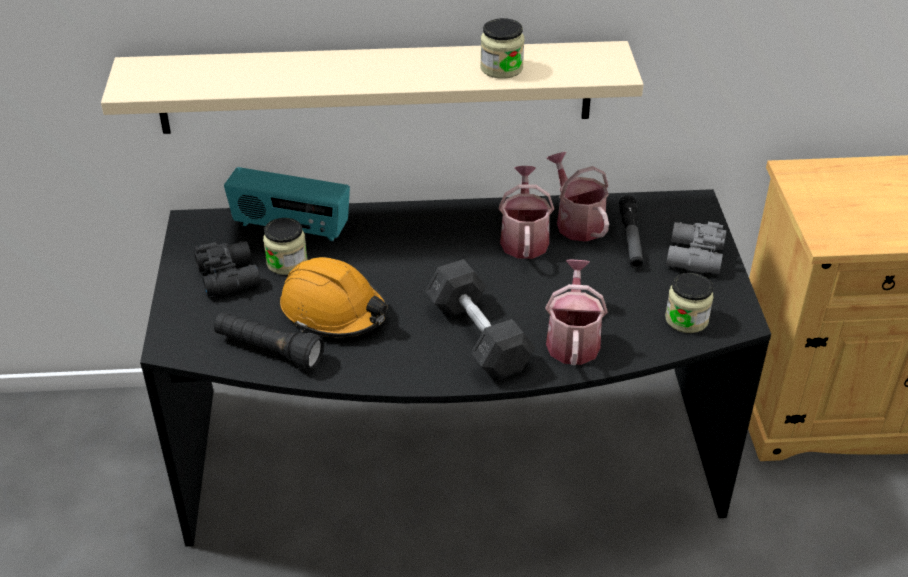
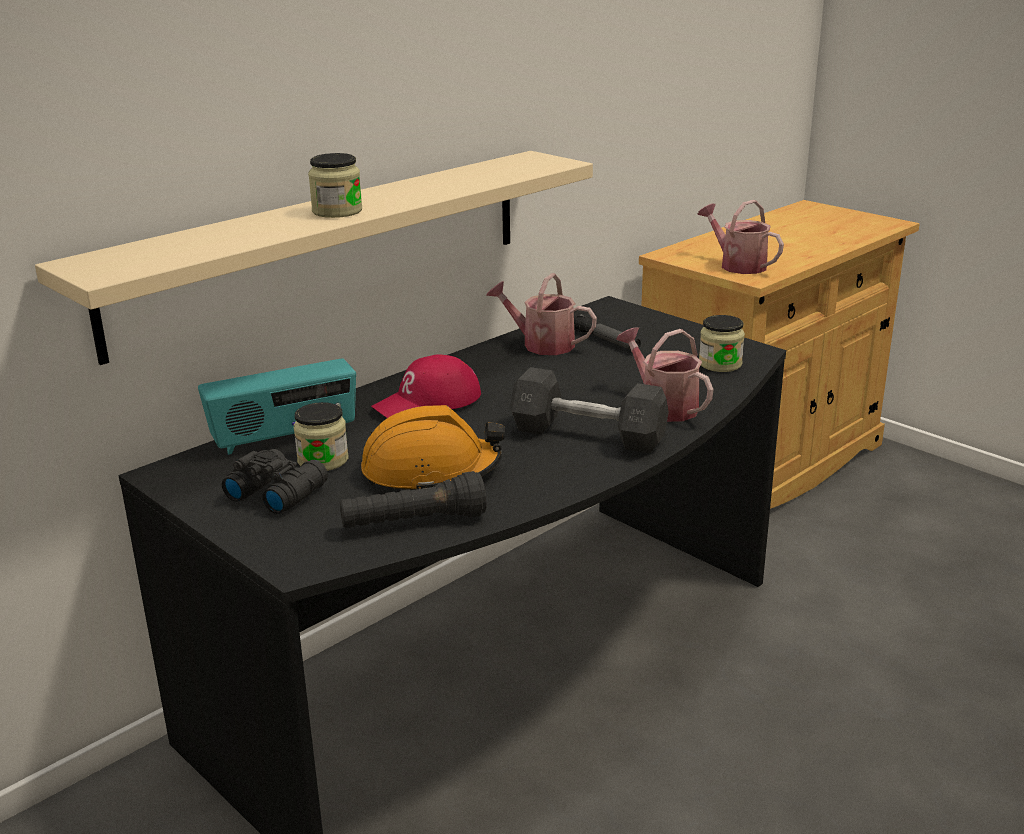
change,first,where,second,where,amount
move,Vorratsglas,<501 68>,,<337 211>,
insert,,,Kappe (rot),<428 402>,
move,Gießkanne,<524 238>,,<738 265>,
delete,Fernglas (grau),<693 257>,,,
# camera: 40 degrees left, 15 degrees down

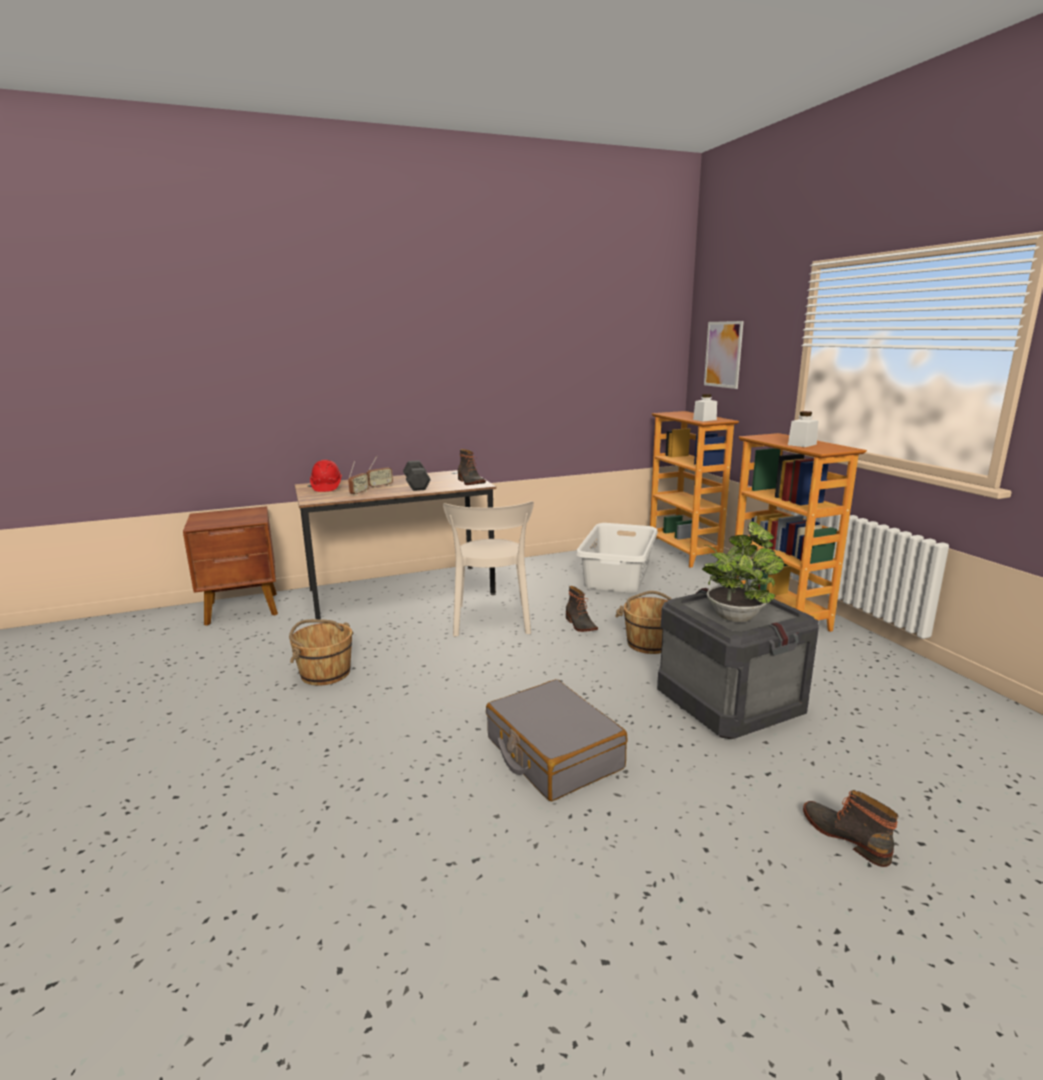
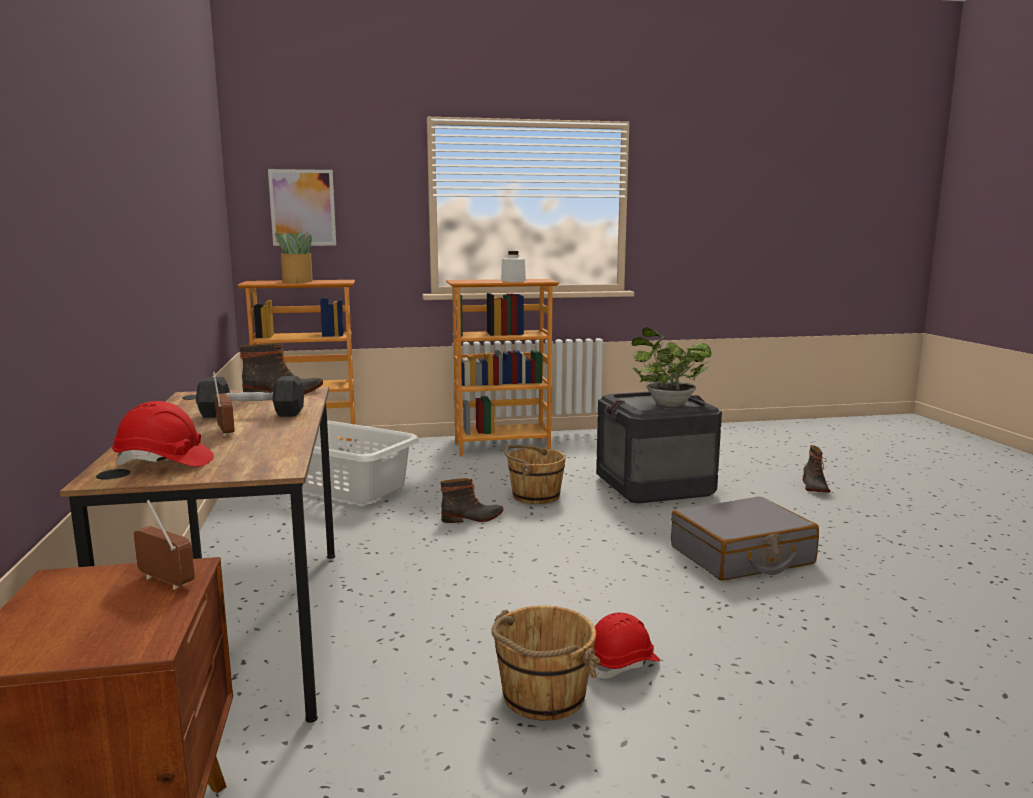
change,first,where,second,where,amount
move,Radio,<359 493>,,<165 581>,
insert,,,Topfpflanze,<296 281>,
insert,,,Schutzhelm (rot),<622 664>,
rotate,Stiefel,<846 836>,,<814 487>,60 degrees counterclockwise
delete,Stuhl (beige),<492 622>,,,
delete,Vorratsglas (weiß),<704 420>,,,
# camera: 80 degrees left, 5 degrees down

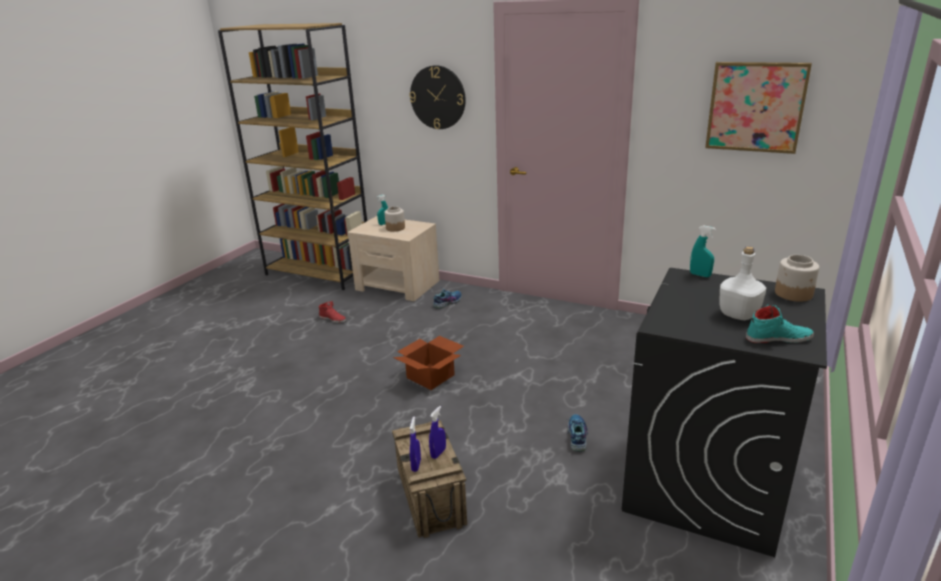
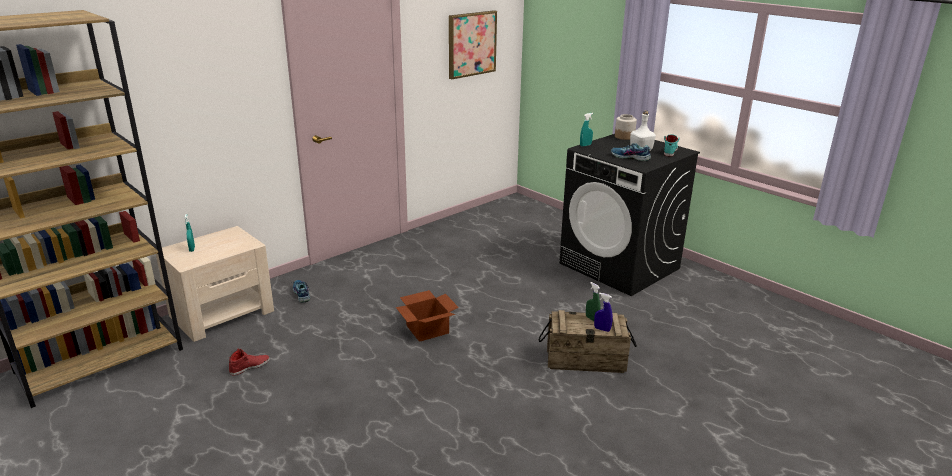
change,first,where,second,where,amount
recolor,Sprühflasche (blau),<438 453>,Sprühflasche (grün),<592 319>,
move,Schuh,<576 436>,,<630 157>,
delete,Vorratsglas,<395 228>,,,
delete,Wanduhr,<438 97>,,,
# camera: 70 degrees left, 0 degrees up

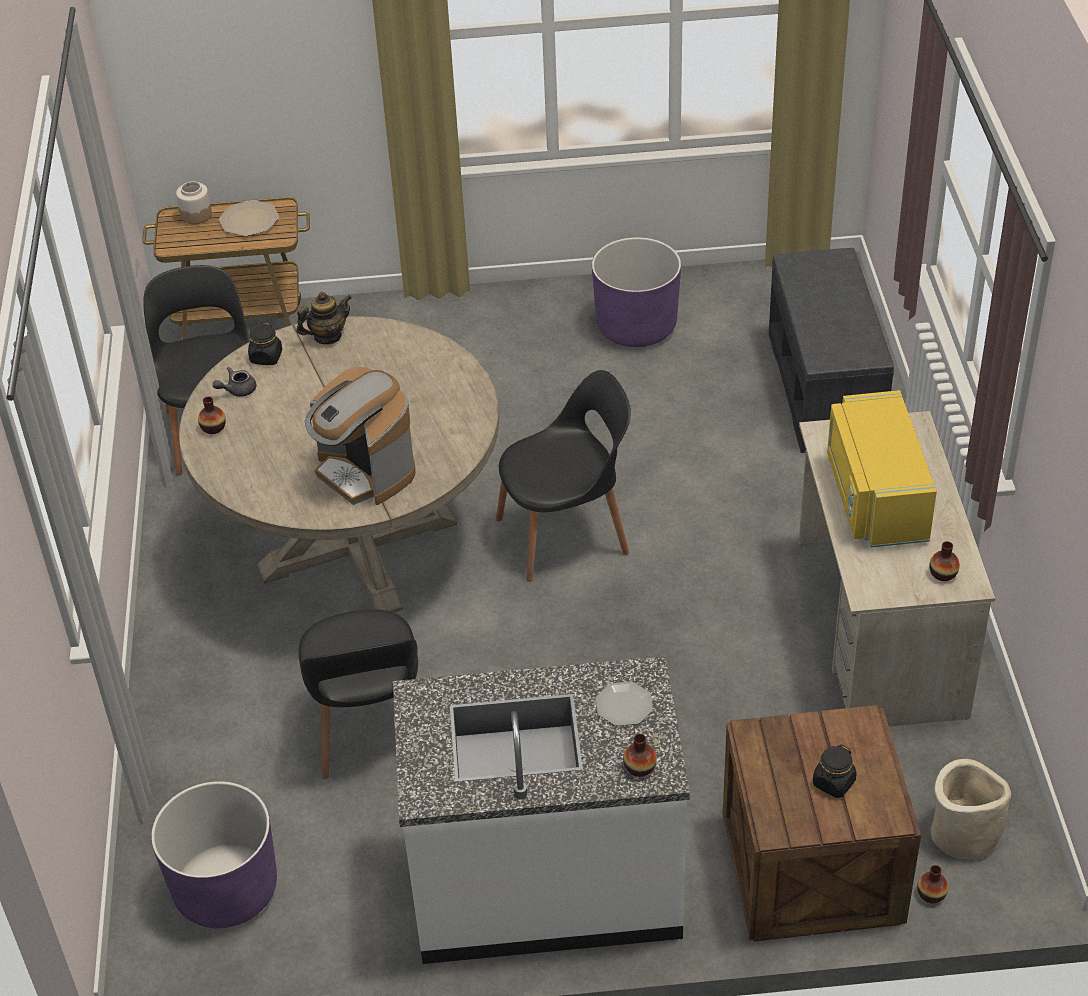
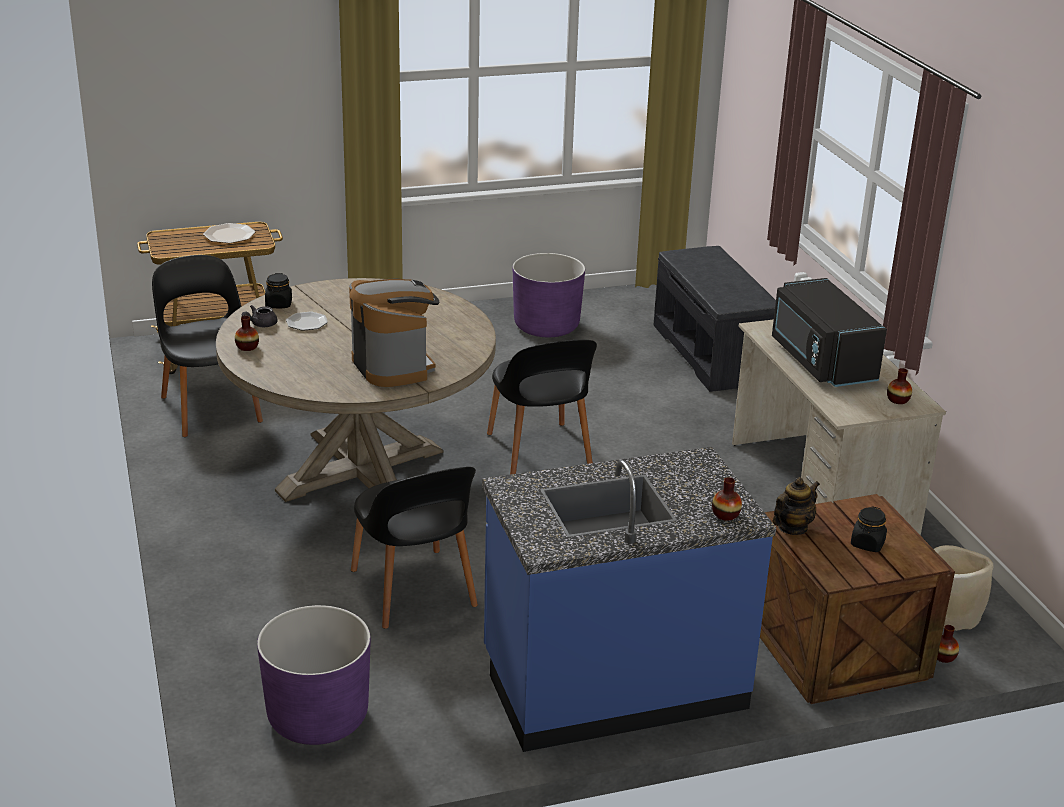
change,first,where,second,where,amount
move,Teller,<624 706>,,<307 323>,
rotate,Kaffeemaschine,<365 472>,,<393 366>,150 degrees counterclockwise
recolor,Küchenzeile (weiß),<545 884>,Küchenzeile (blau),<613 683>,
rotate,Stuhl (schwarz),<566 534>,,<539 452>,105 degrees clockwise
recolor,Mikrowelle (gelb),<874 497>,Mikrowelle (schwarz),<820 361>,
move,Teekanne,<327 336>,,<792 528>,
delete,Vorratsglas,<196 215>,,,
# camera: 15 degrees left, 15 degrees down

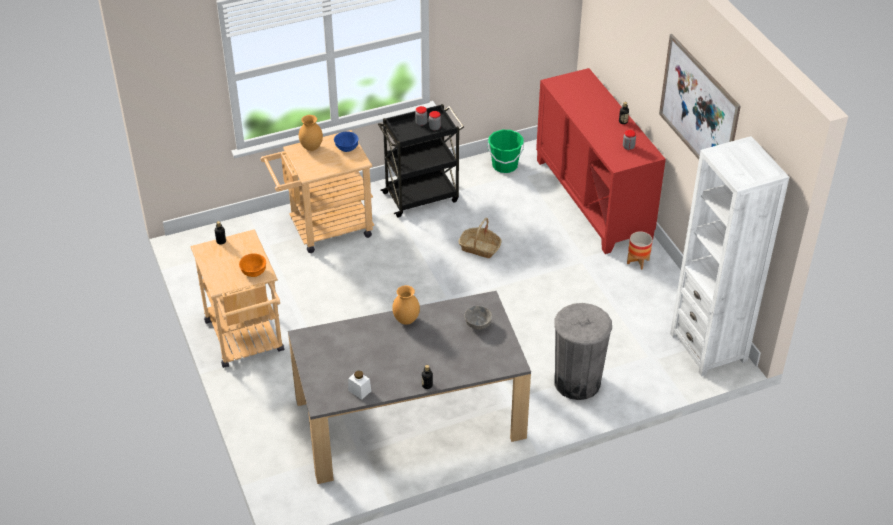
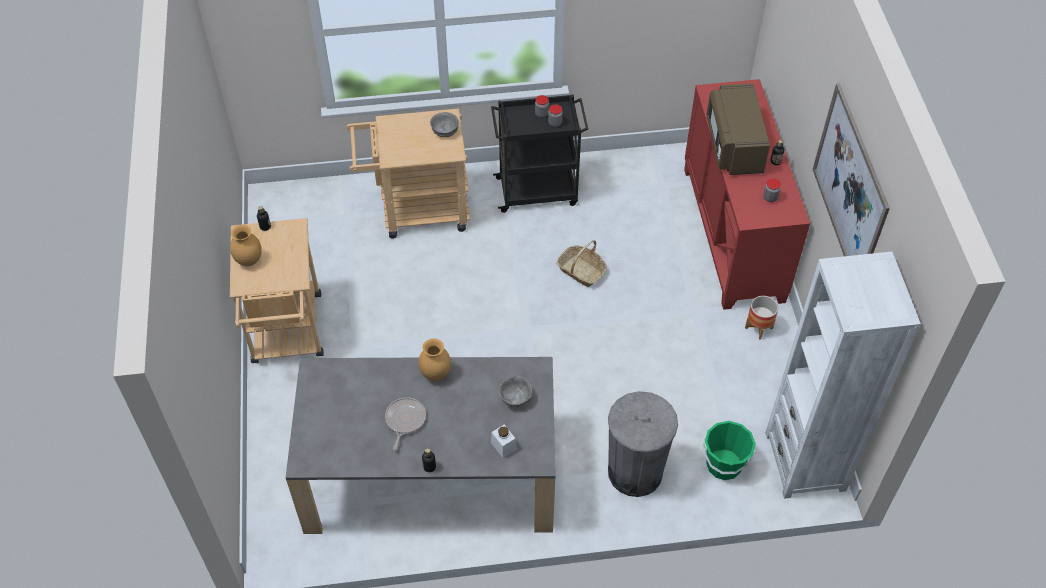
change,first,where,second,where,amount
move,Vase (braun),<311 148>,,<249 261>,
insert,,,Pfanne,<404 420>,
recolor,Schüssel (blau),<347 147>,Schüssel (grau),<445 131>,
move,Vorratsglas (weiß),<359 391>,,<503 446>,
move,Eimer (grün),<504 165>,,<724 465>,
insert,,,Mikrowelle (braun),<734 145>,
delete,Schüssel (orange),<254 272>,,,
# camera: 15 degrees right, 10 degrees up

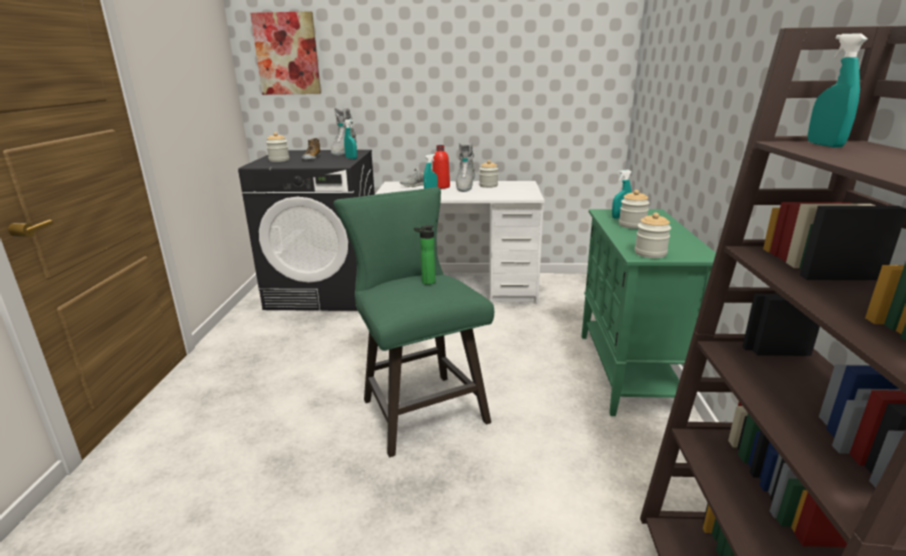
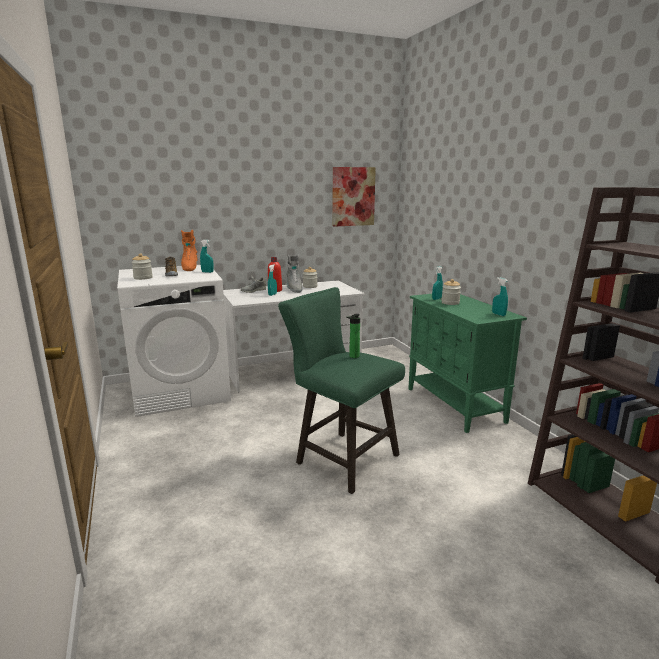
change,first,where,second,where,amount
recolor,Waschmaschine (schwarz),<326 290>,Waschmaschine (weiß),<181 391>,
recolor,Stiefel (grau),<343 153>,Stiefel (orange),<189 268>,
move,Bild,<287 54>,,<353 196>,
move,Sprühflasche (türkis),<824 145>,,<498 314>,
delete,Vorratsglas,<650 253>,,,
# camera: 25 degrees left, 5 degrees down

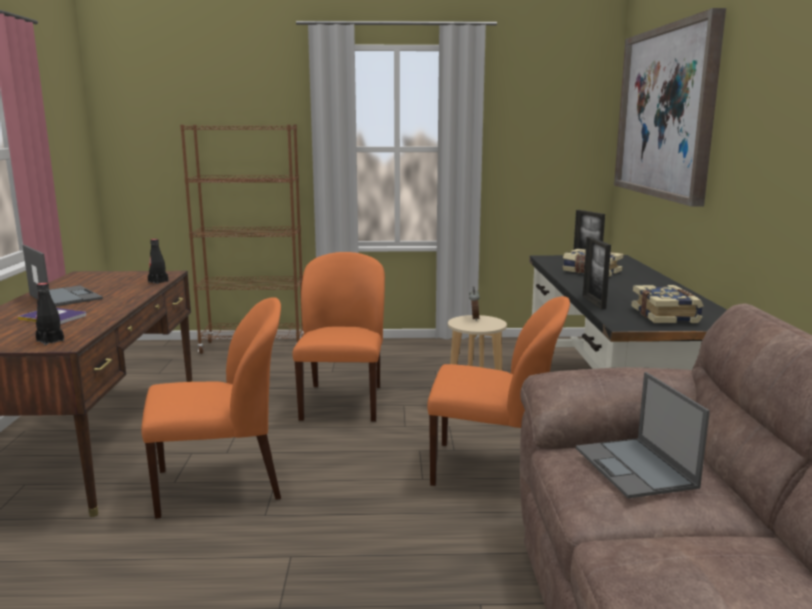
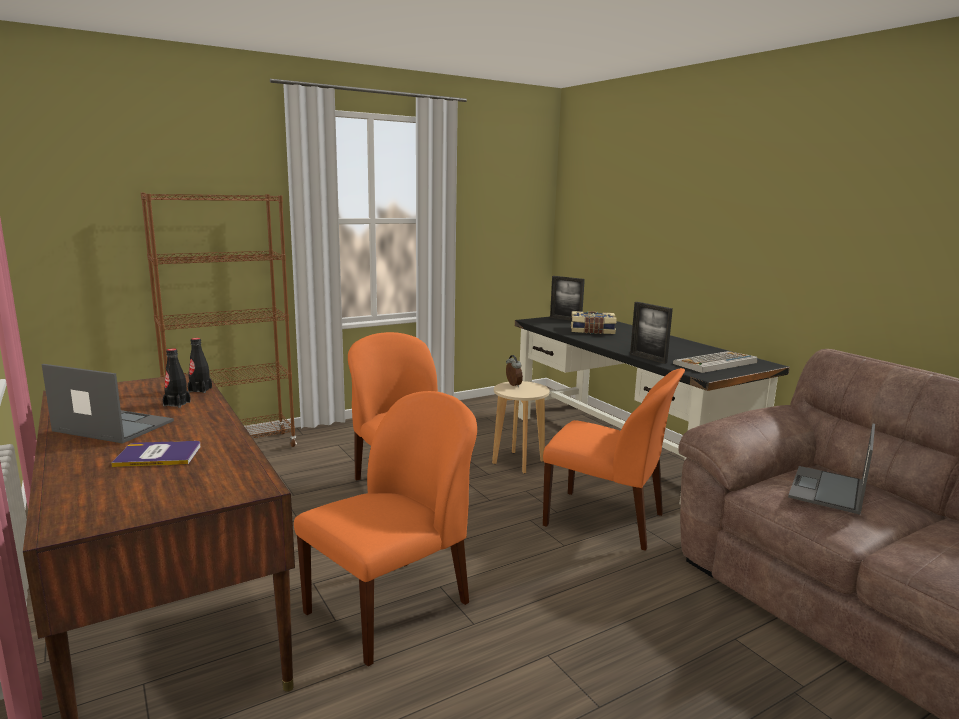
change,first,where,second,where,amount
move,Flasche (schwarz),<50 341>,,<177 404>,
rotate,Stuhl (orange),<494 469>,,<607 520>,45 degrees clockwise
replace,Buch,<666 315>,Tastatur,<715 363>,
rotate,Laptop,<636 468>,,<827 490>,75 degrees clockwise
delete,Bild,<665 112>,,,
# camera: 30 degrees left, 0 degrees up

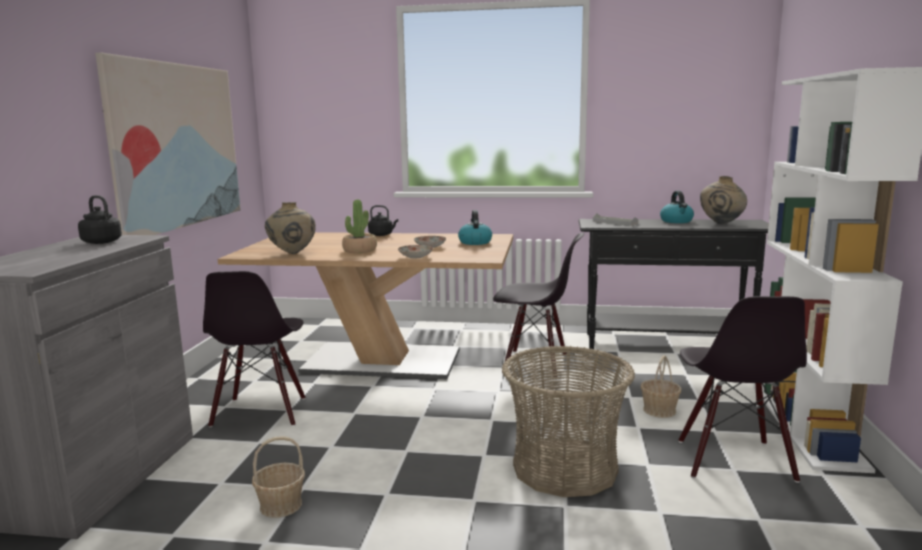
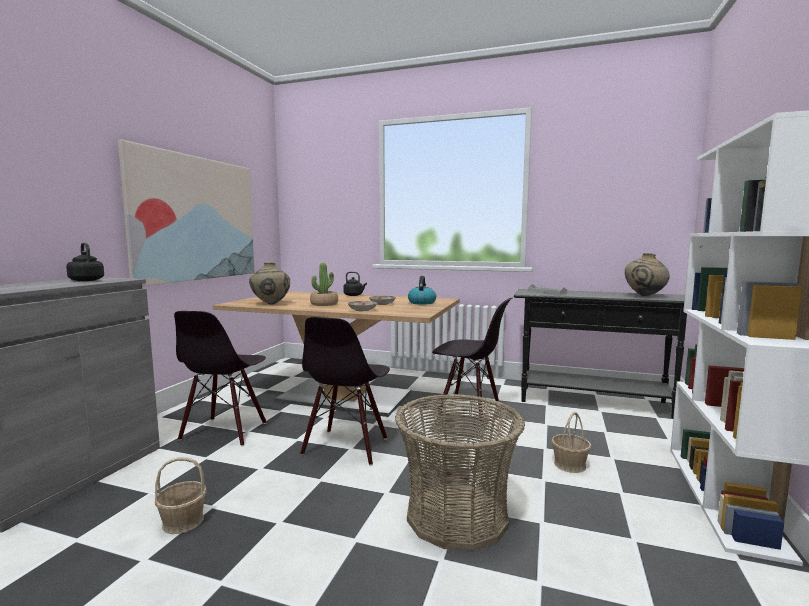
change,first,where,second,where,amount
move,Stuhl (schwarz),<733 460>,,<346 447>,
delete,Wasserkessel,<676 221>,,,
# camera: 10 degrees right, 5 degrees down

